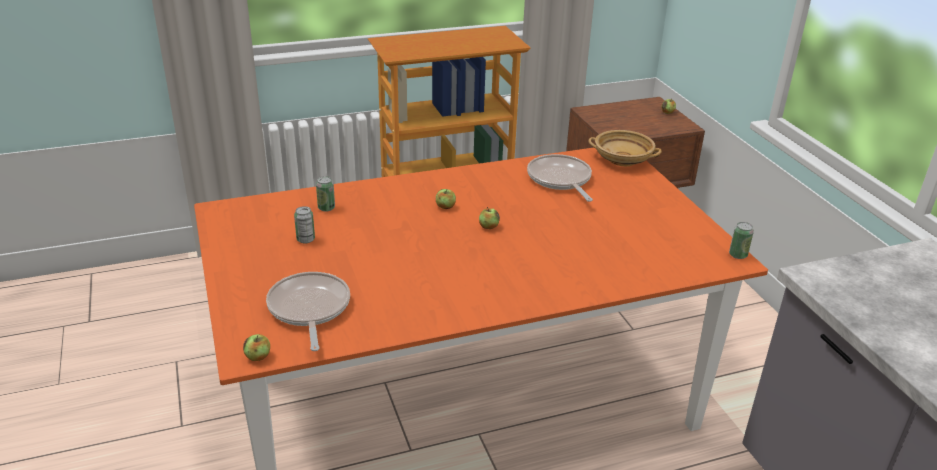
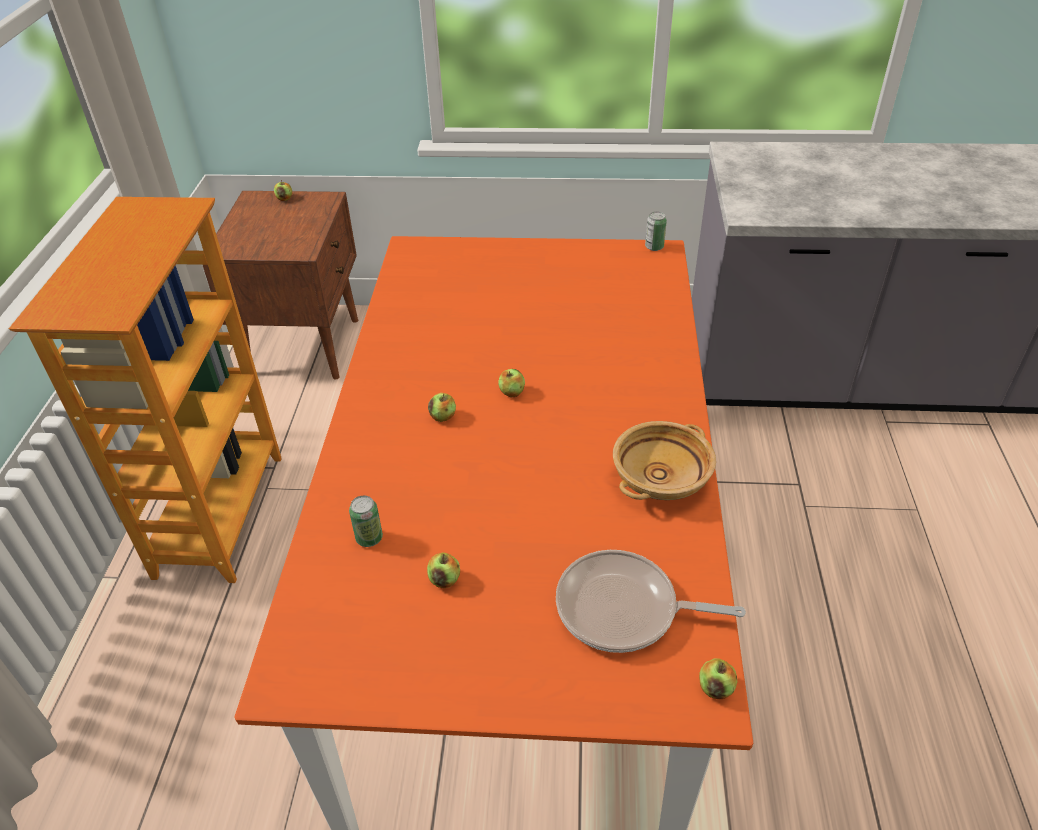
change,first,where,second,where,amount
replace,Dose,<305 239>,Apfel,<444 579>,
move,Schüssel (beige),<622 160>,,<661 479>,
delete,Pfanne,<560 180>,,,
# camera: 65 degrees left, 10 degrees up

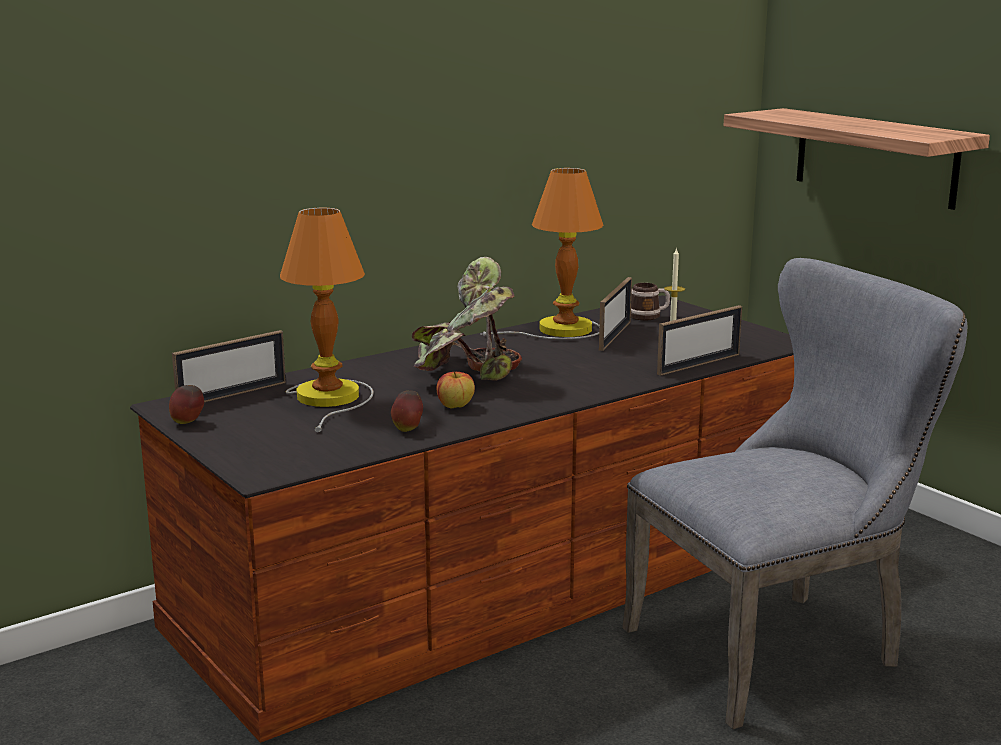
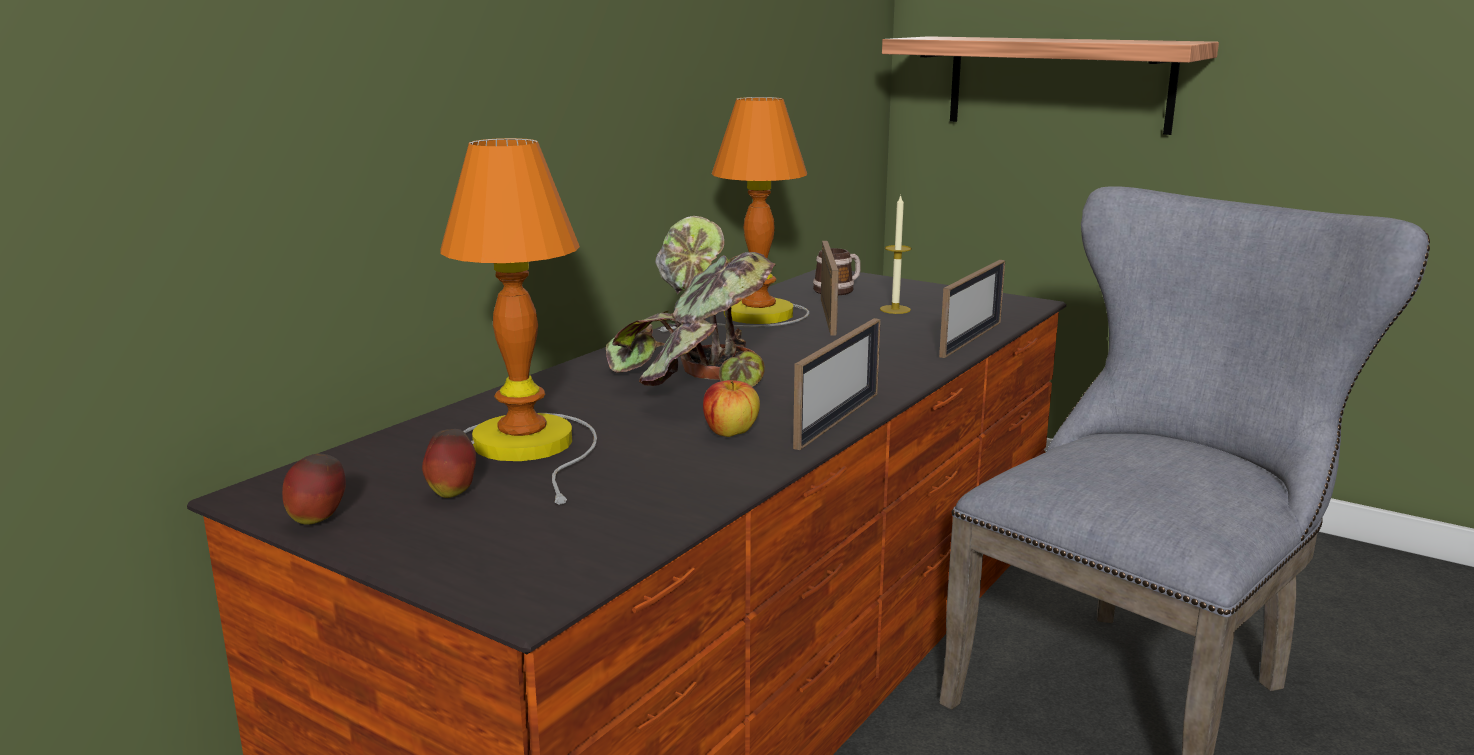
change,first,where,second,where,amount
move,Apfel,<408 429>,,<452 493>,
move,Bilderrahmen,<232 394>,,<837 420>,
# camera: 20 degrees left, 0 degrees up

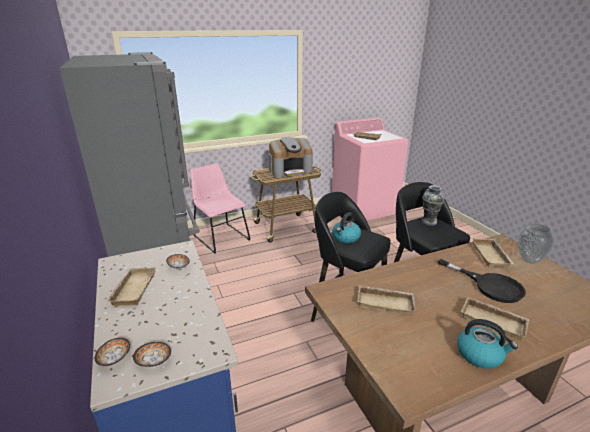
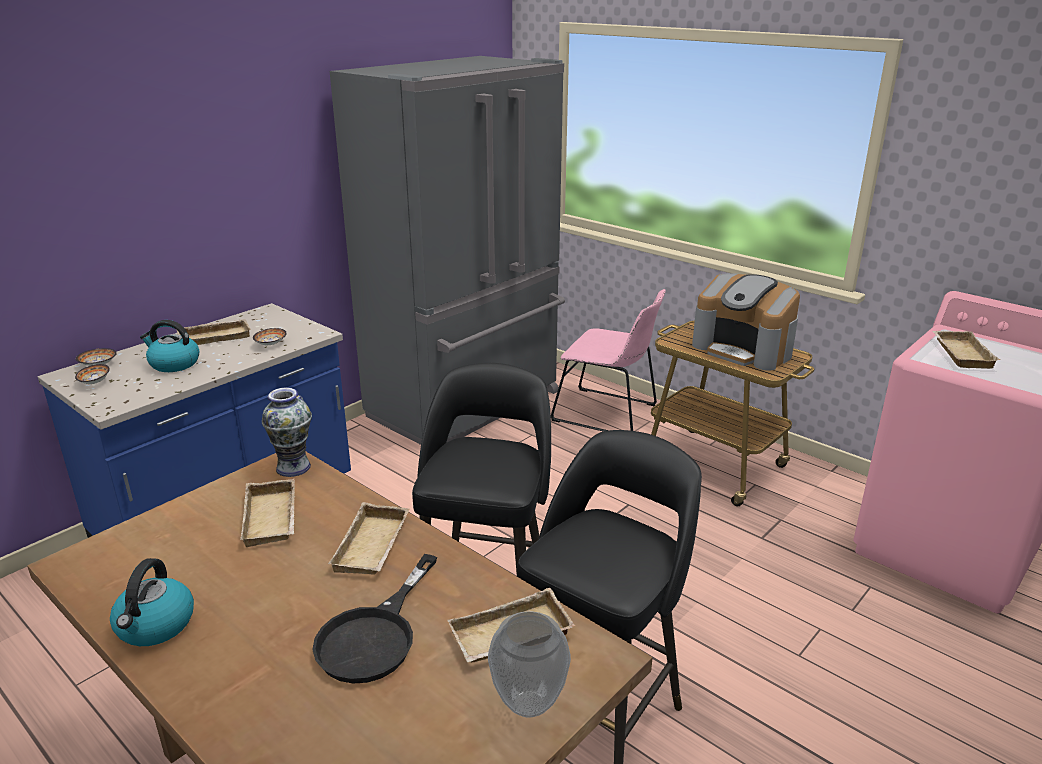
change,first,where,second,where,amount
move,Wasserkessel,<346 238>,,<173 364>,
move,Vase,<428 222>,,<293 467>,
move,Tablett (beige),<494 321>,,<374 547>,
rotate,Stuhl (rosa),<220 237>,,<609 414>,90 degrees clockwise
# camera: 65 degrees right, 0 degrees up

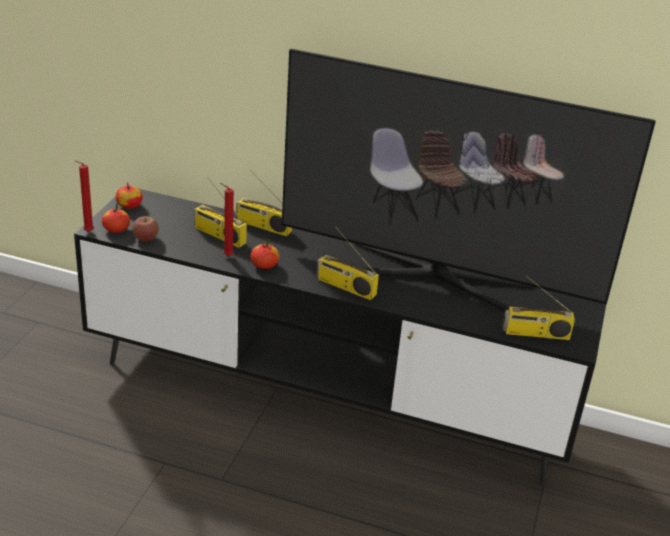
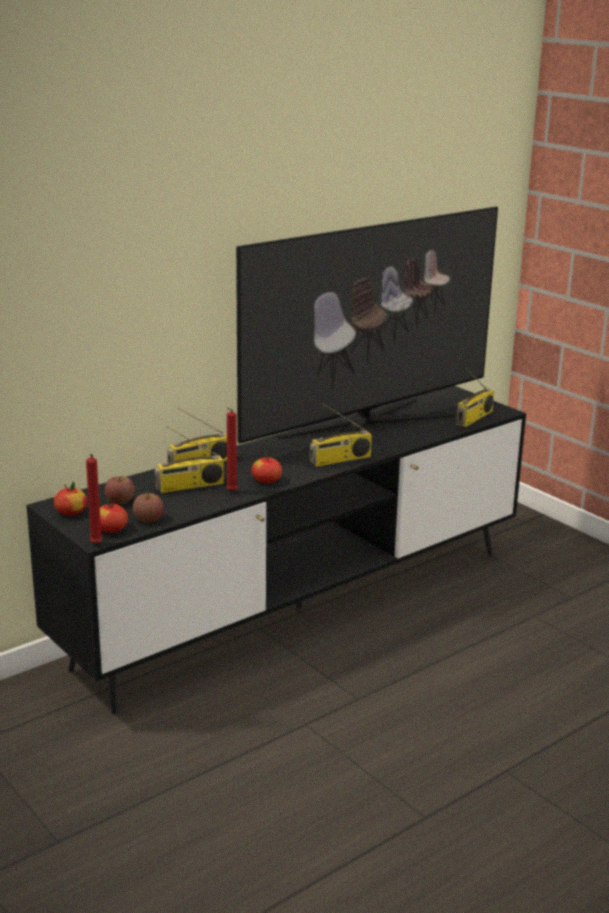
change,first,where,second,where,amount
insert,,,Apfel,<120 501>,
# camera: 55 degrees left, 10 degrees down

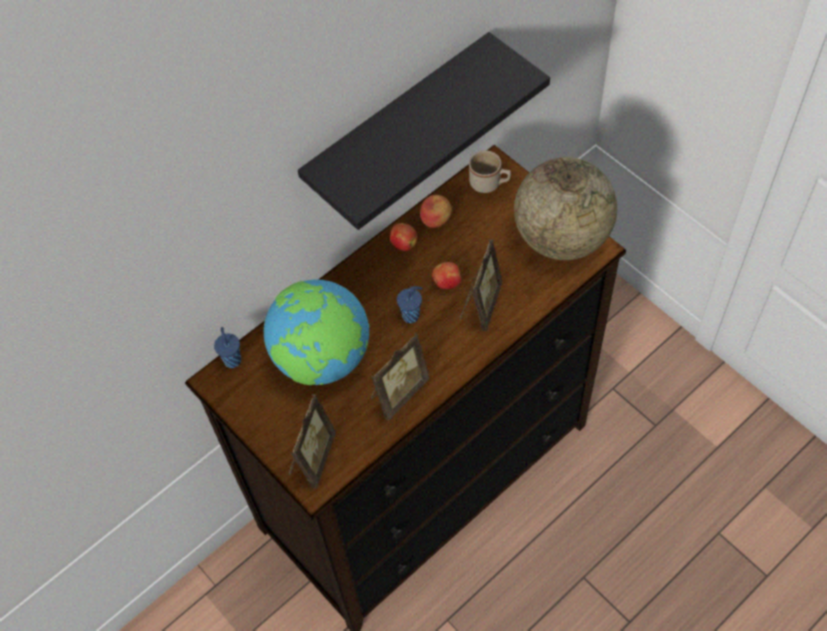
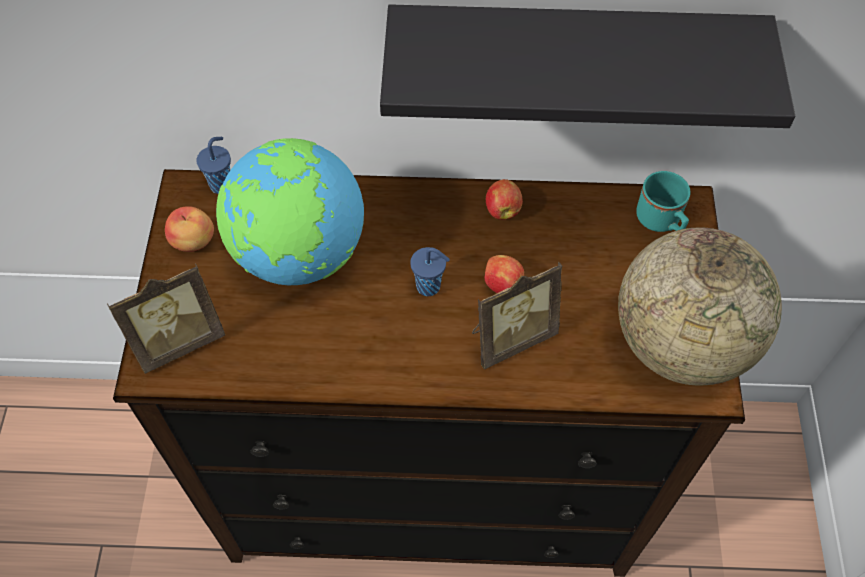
change,first,where,second,where,amount
move,Apfel,<436 220>,,<193 242>,
recolor,Henkelbecher (beige),<489 183>,Henkelbecher (türkis),<661 221>,
delete,Bilderrahmen,<398 392>,,,
# camera: 40 degrees right, 0 degrees up

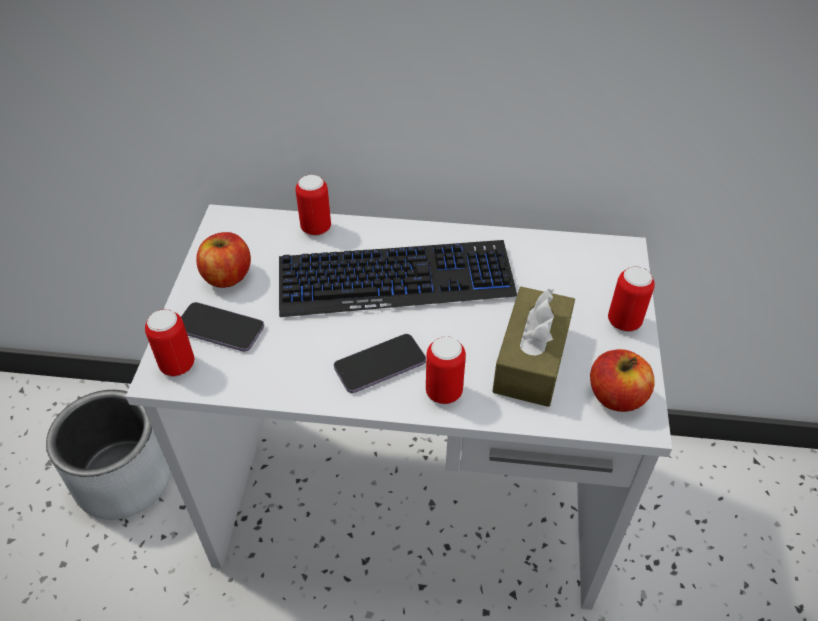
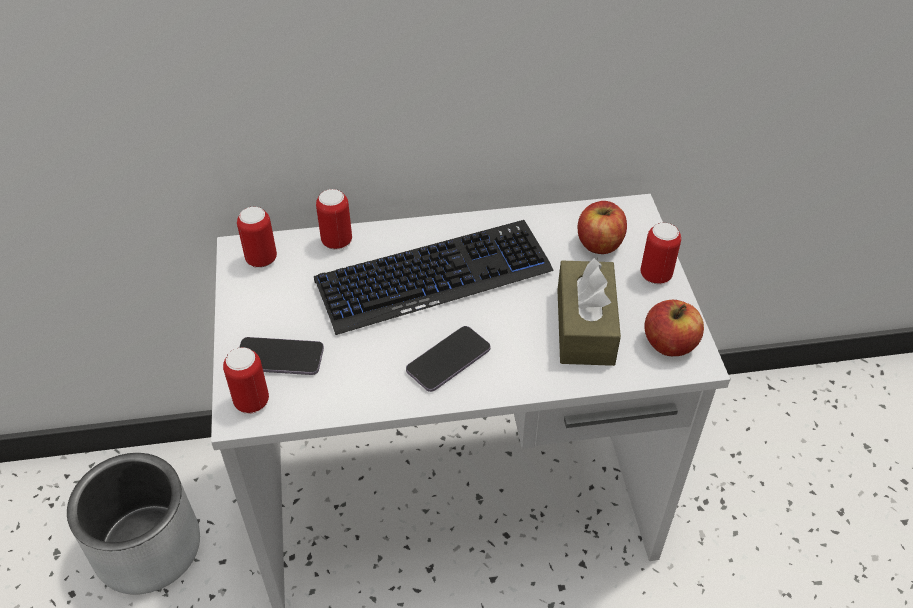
change,first,where,second,where,amount
move,Dose,<444 392>,,<261 259>,
move,Apfel,<227 276>,,<599 243>,
# camera: 15 degrees left, 0 degrees up

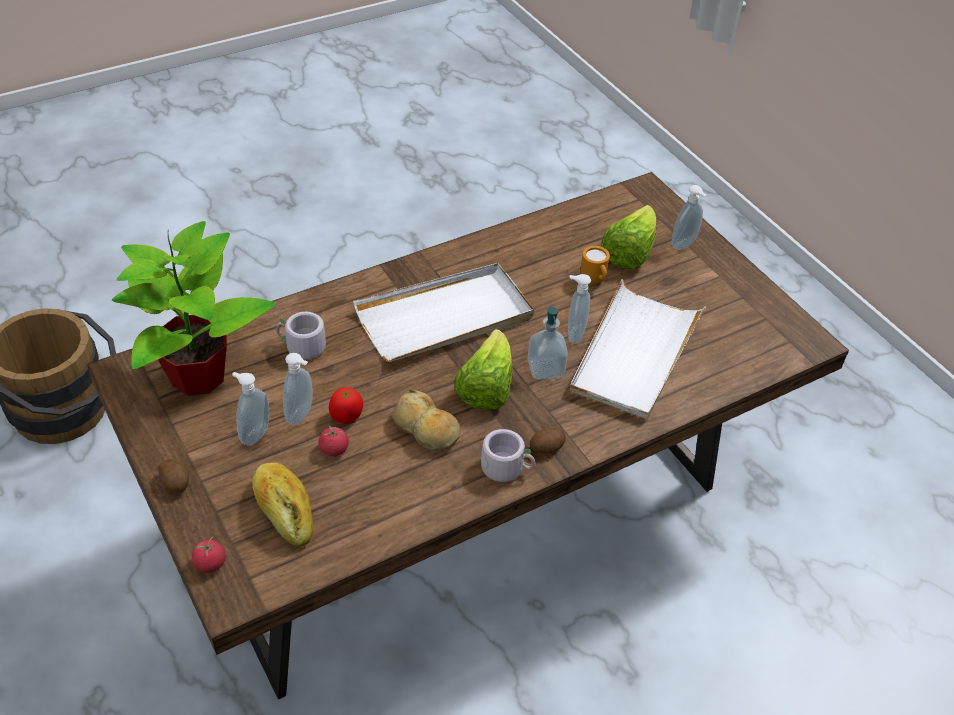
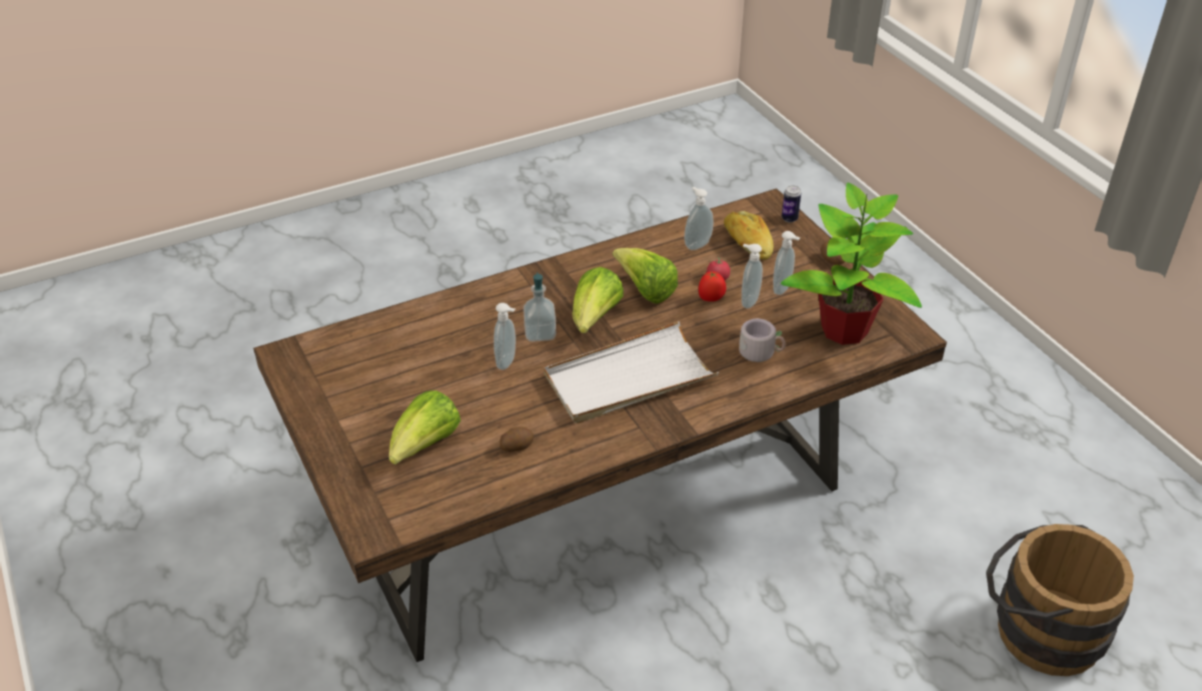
change,first,where,second,where,amount
move,Kartoffel,<547 448>,,<516 446>,
replace,Brot,<426 429>,Salatkopf,<645 290>,
move,Seifenspender,<685 245>,,<696 244>,
replace,Tomate,<210 563>,Dose,<789 219>,
delete,Henkelbecher (grau),<507 467>,,,
delete,Tablett (weiß),<635 354>,,,
delete,Henkelbecher (orange),<594 282>,,,
# camera: 175 degrees left, 5 degrees down

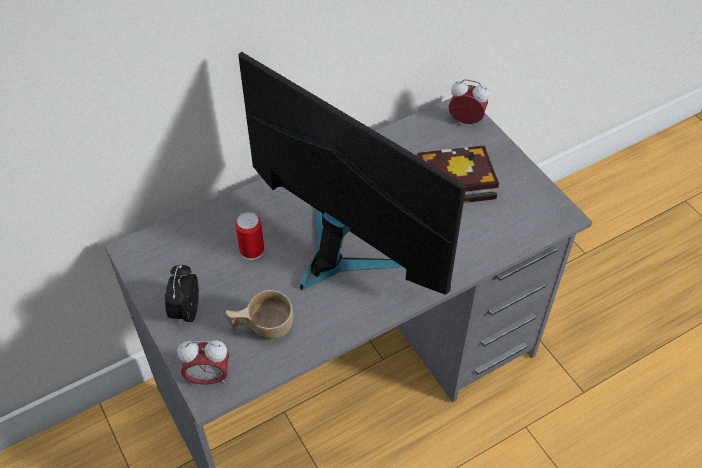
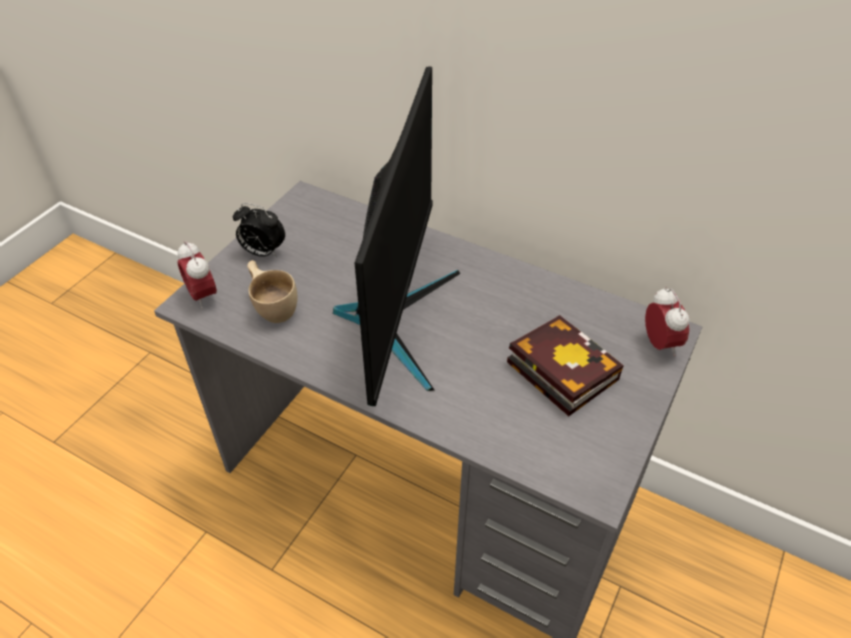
change,first,where,second,where,amount
rotate,Wecker,<186 311>,,<262 252>,135 degrees counterclockwise
delete,Dose,<252 251>,,,
# camera: 60 degrees right, 5 degrees down

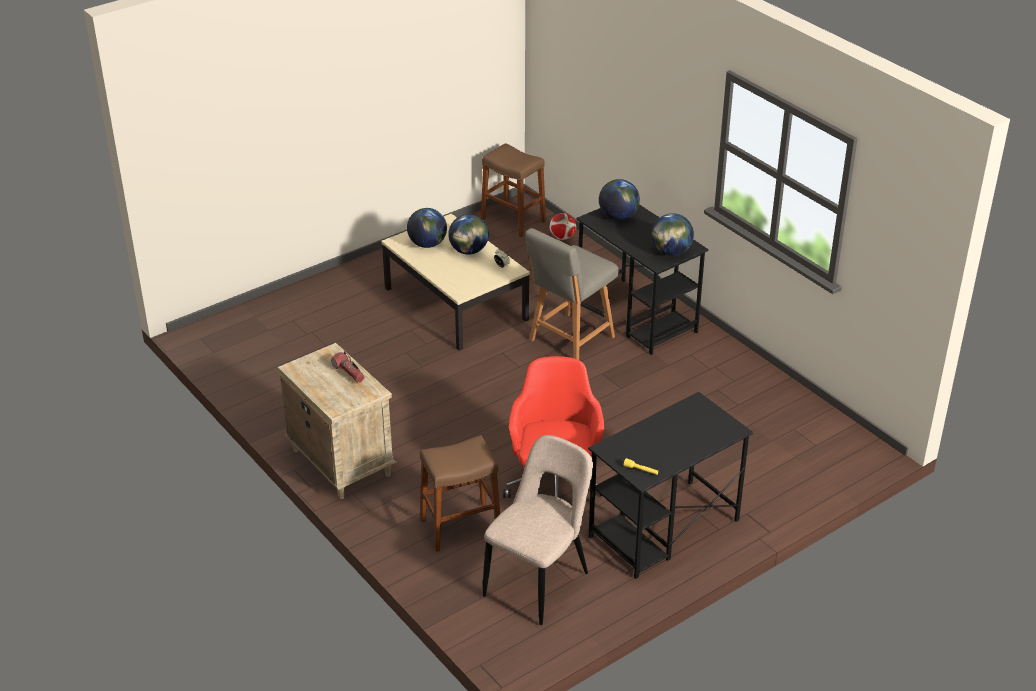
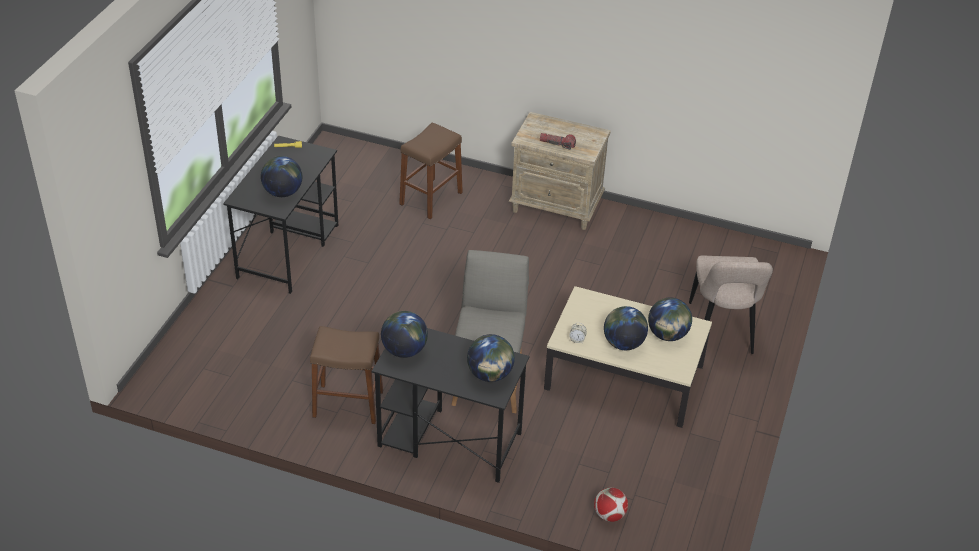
change,first,where,second,where,amount
insert,,,Globus,<282 192>,
move,Hocker (braun),<513 220>,,<348 404>,
move,Stuhl (beige),<539 581>,,<721 331>,
delete,Bürostuhl (rot),<555 484>,,,
# camera: 145 degrees right, 5 degrees up

